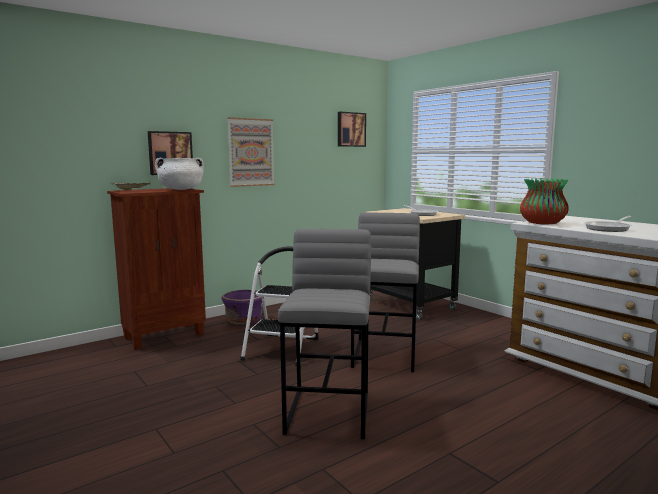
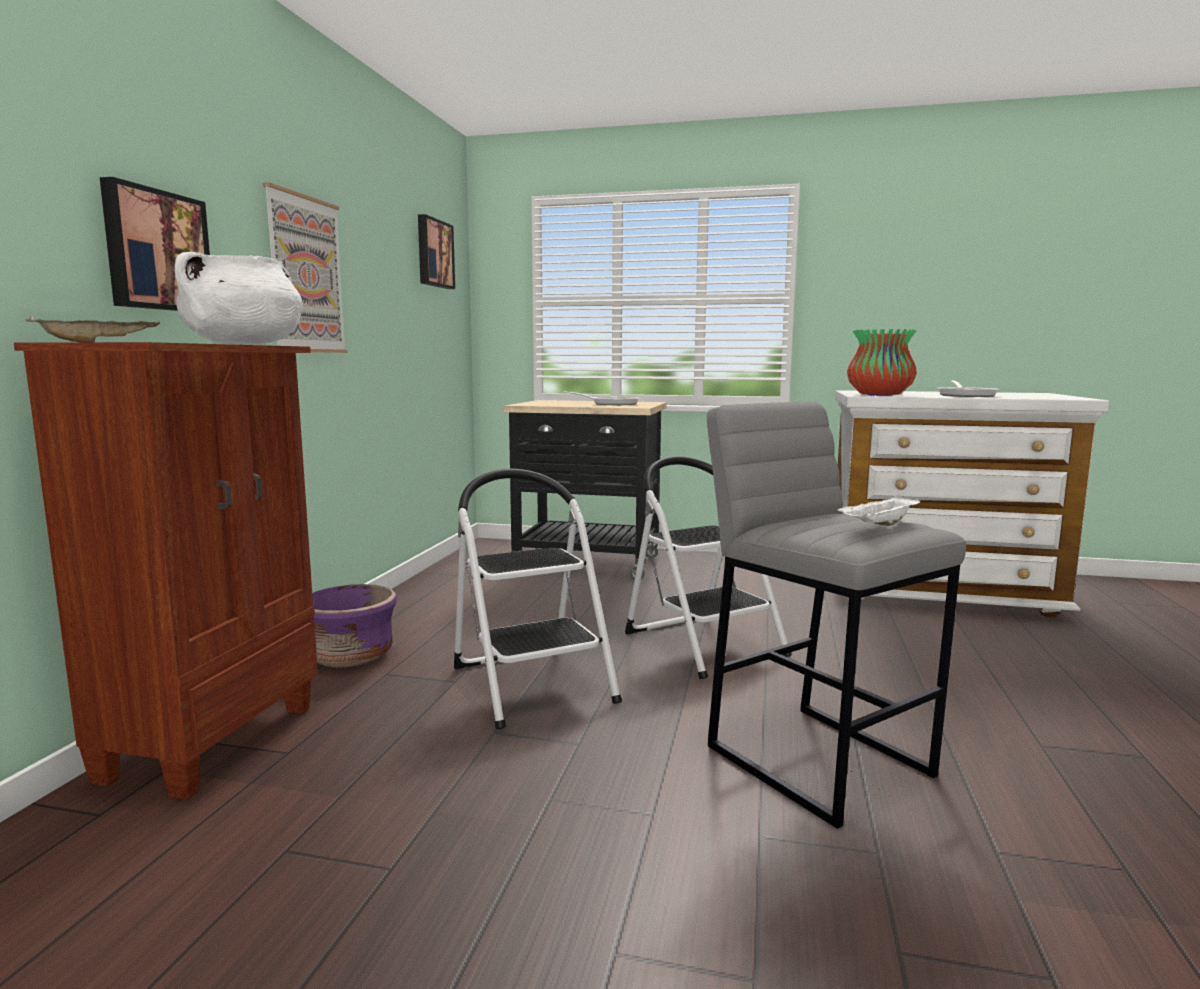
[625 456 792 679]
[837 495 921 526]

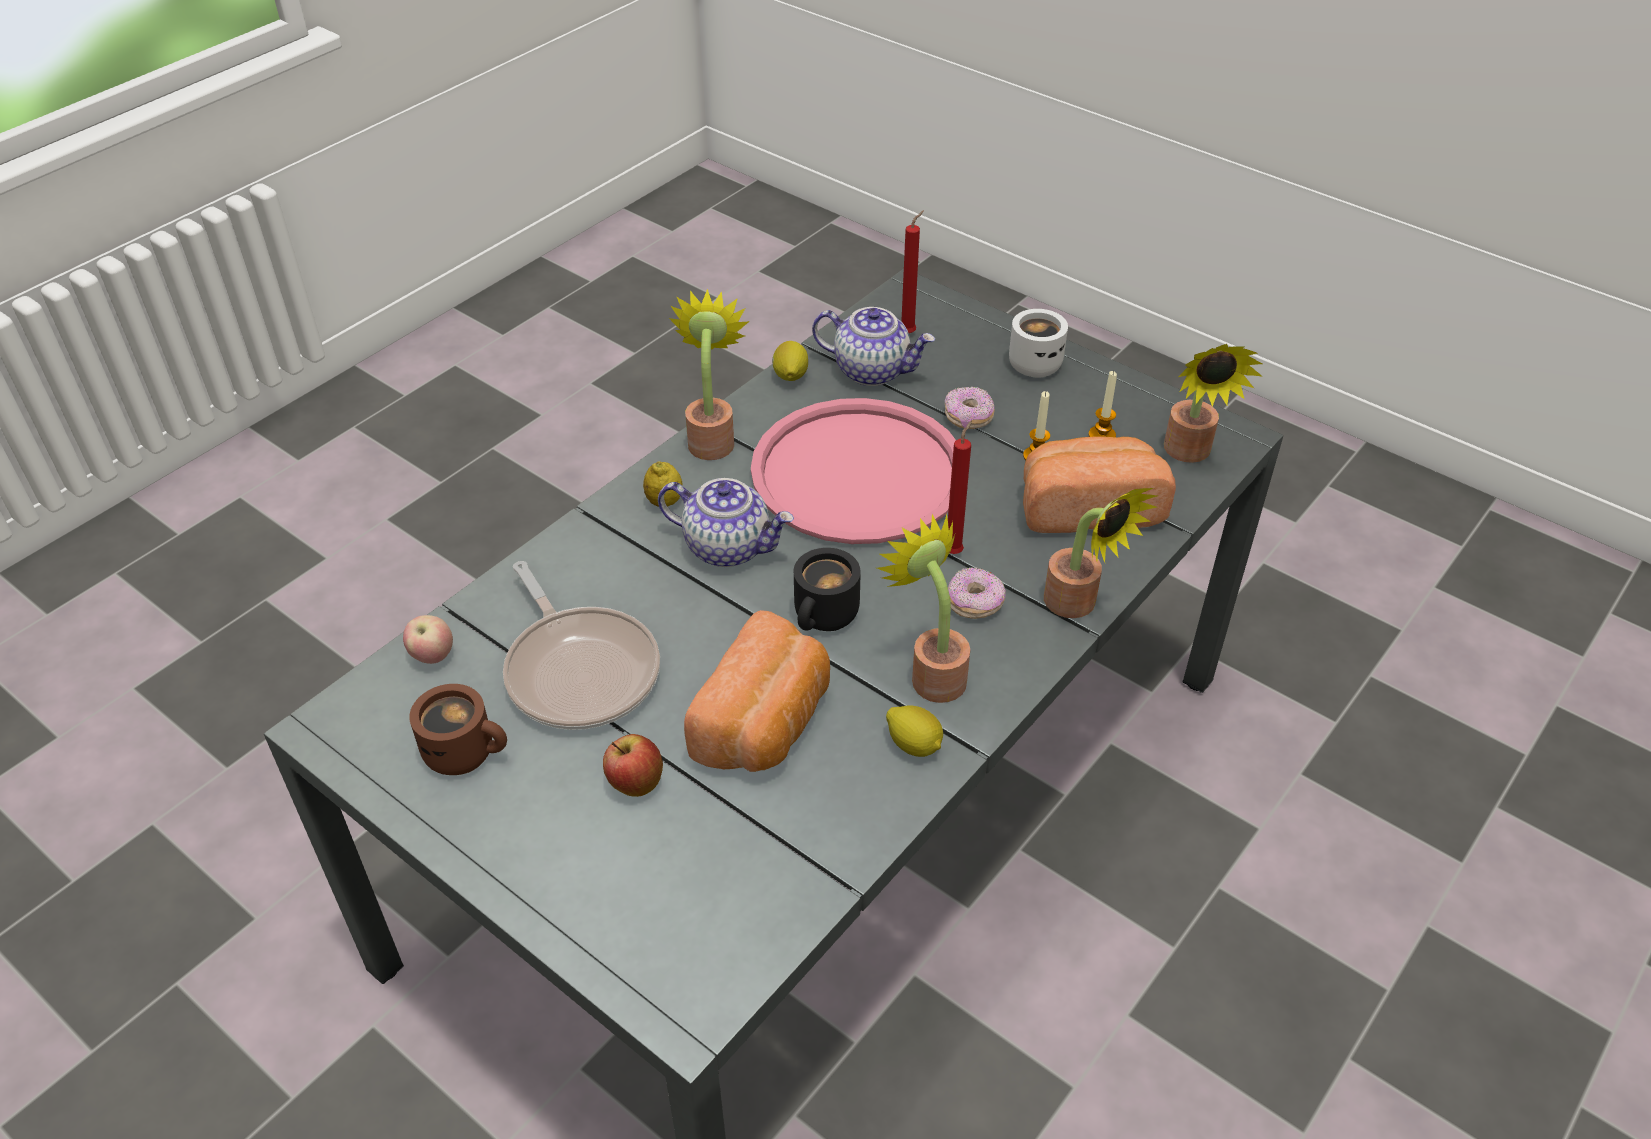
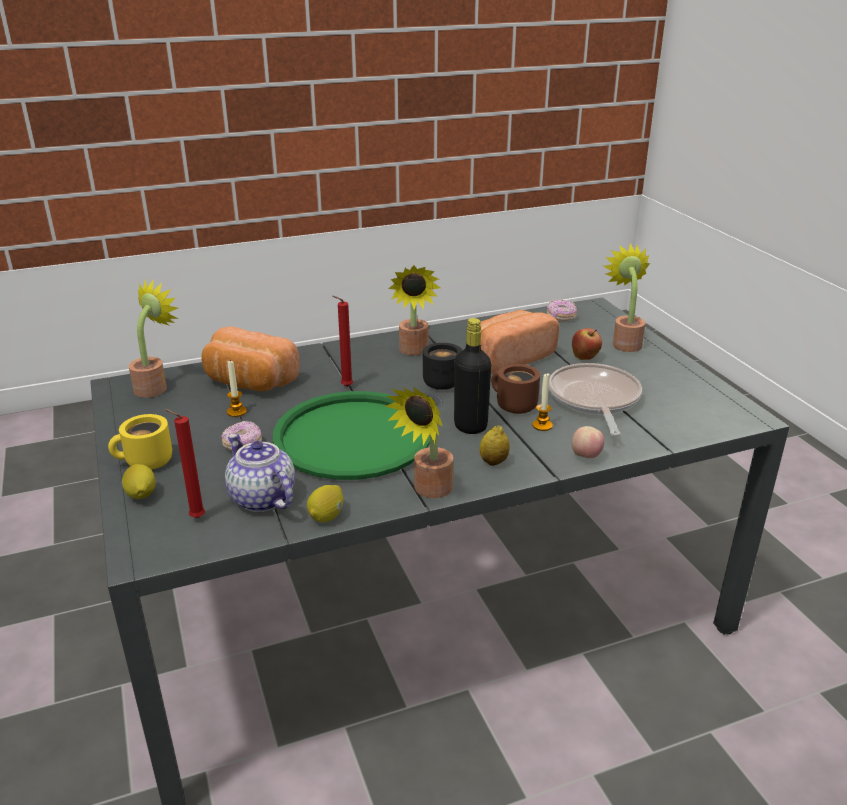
[572 426 604 458]
[491 364 540 414]
[454 318 491 434]
[273 391 430 480]
[122 464 156 499]
[547 300 577 321]
[108 414 172 470]
[604 243 650 352]
[532 373 553 431]

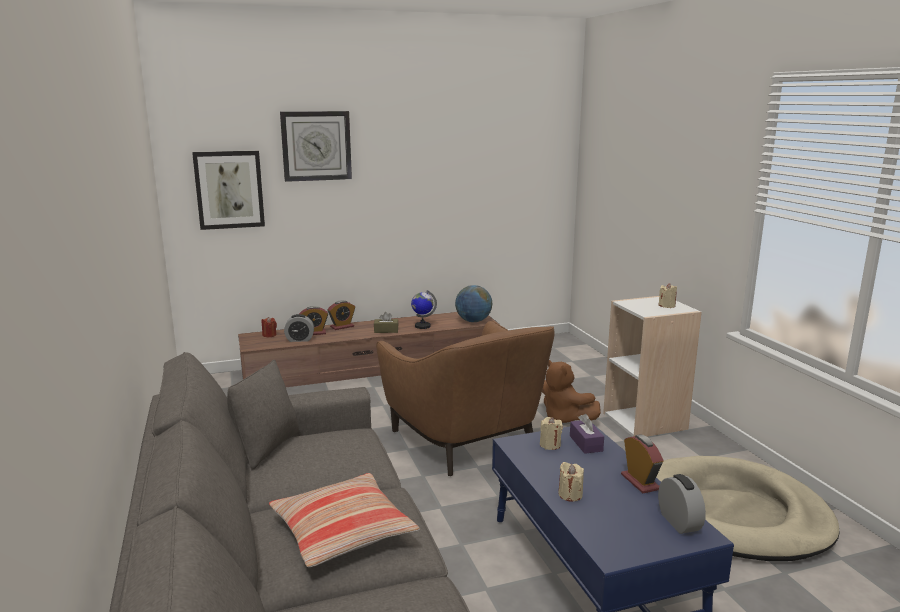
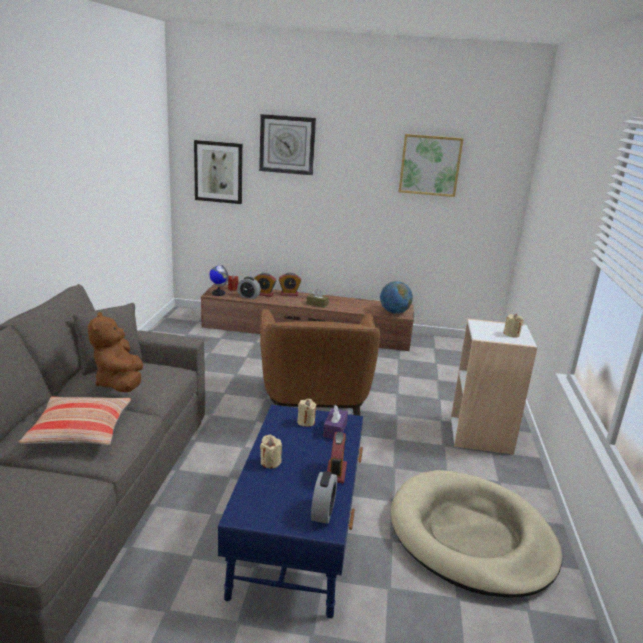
[209 265 229 296]
[88 312 143 392]
[399 134 463 197]

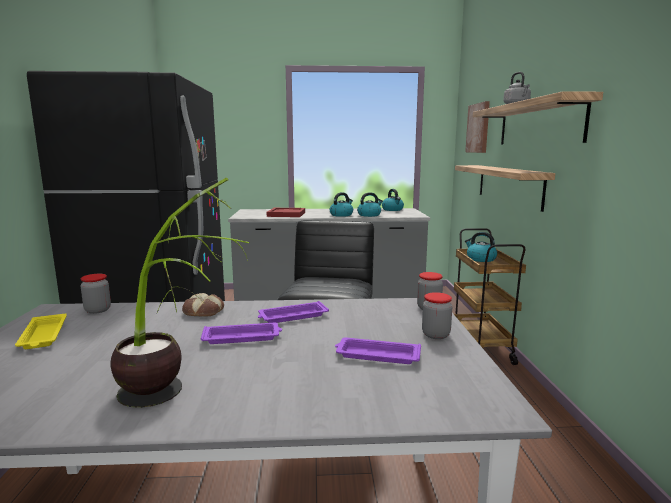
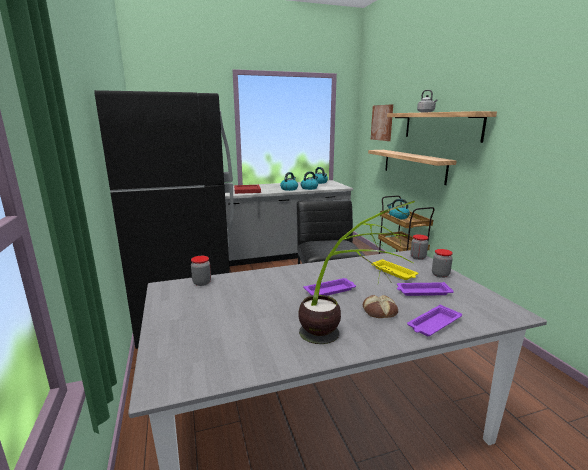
[371 259 418 280]
[363 295 398 318]
[407 305 462 336]

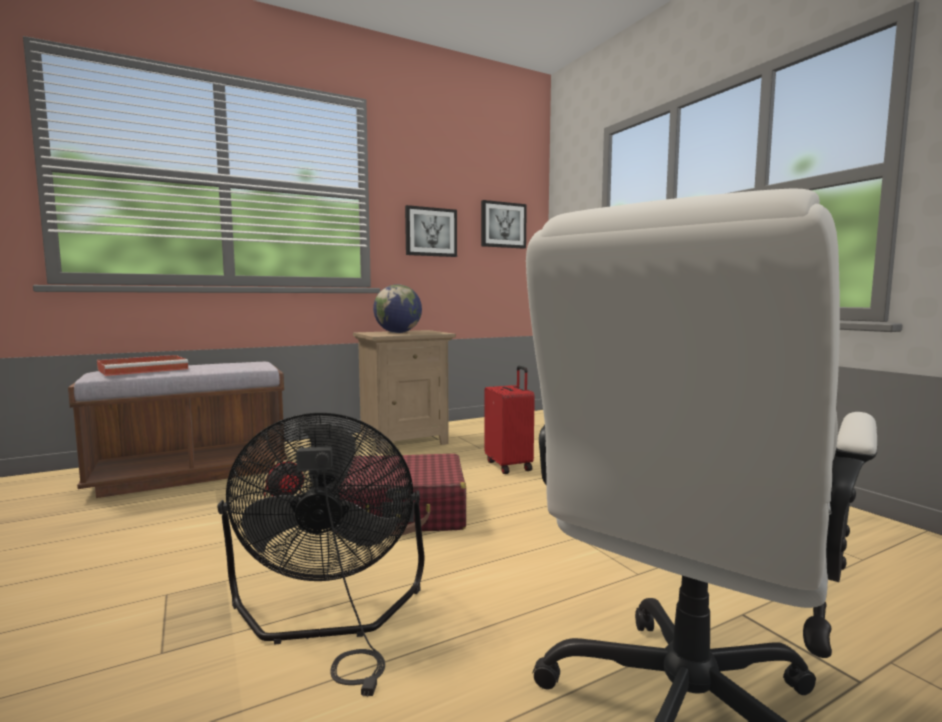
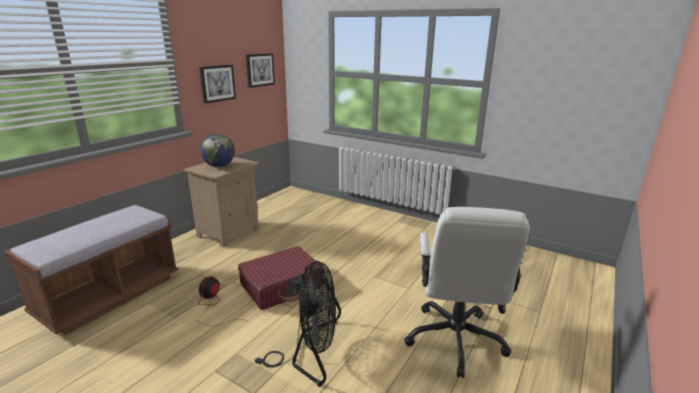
[97 355 189 376] (first image)
[255 261 341 388]
[484 366 535 474] (first image)

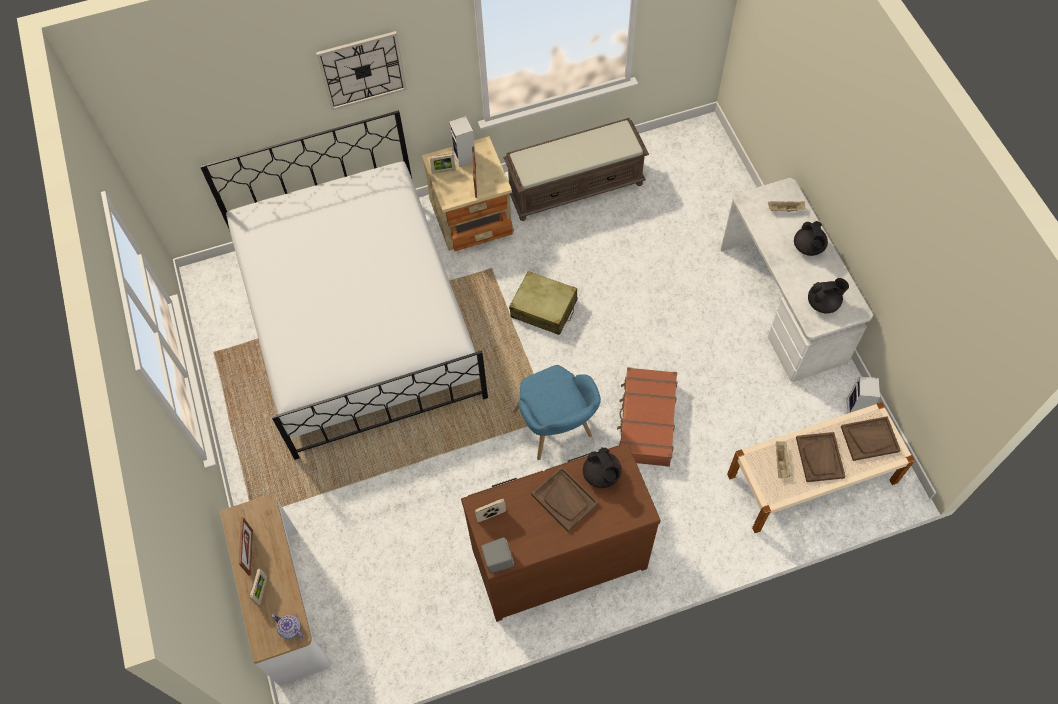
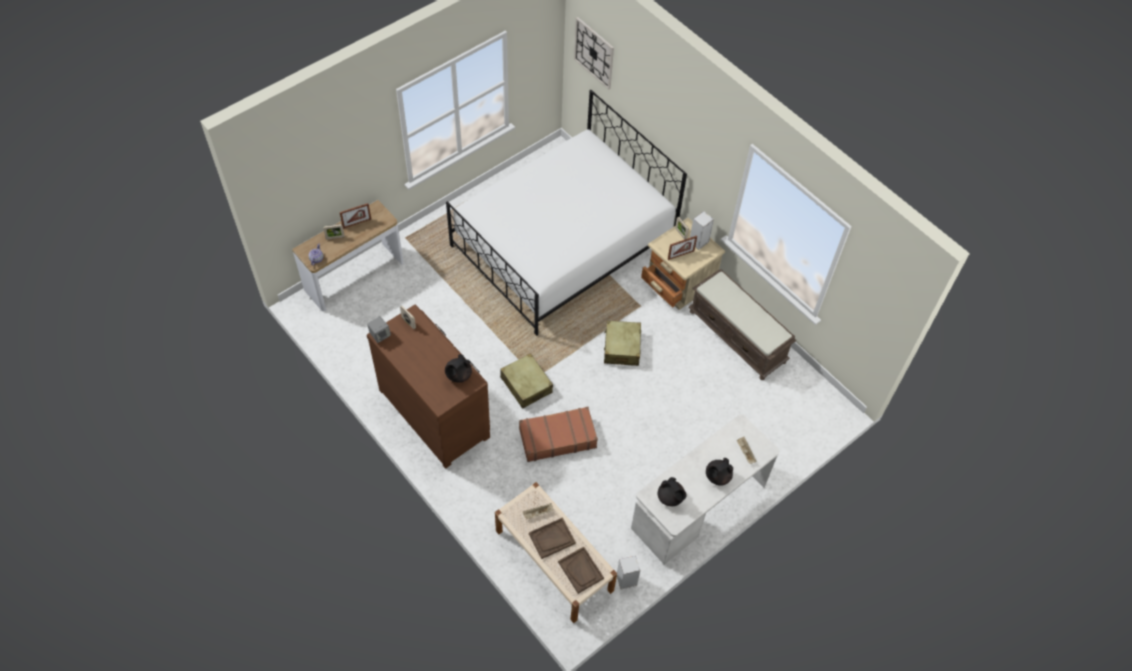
[574 17 614 90]
[500 353 553 409]
[531 466 599 532] (first image)

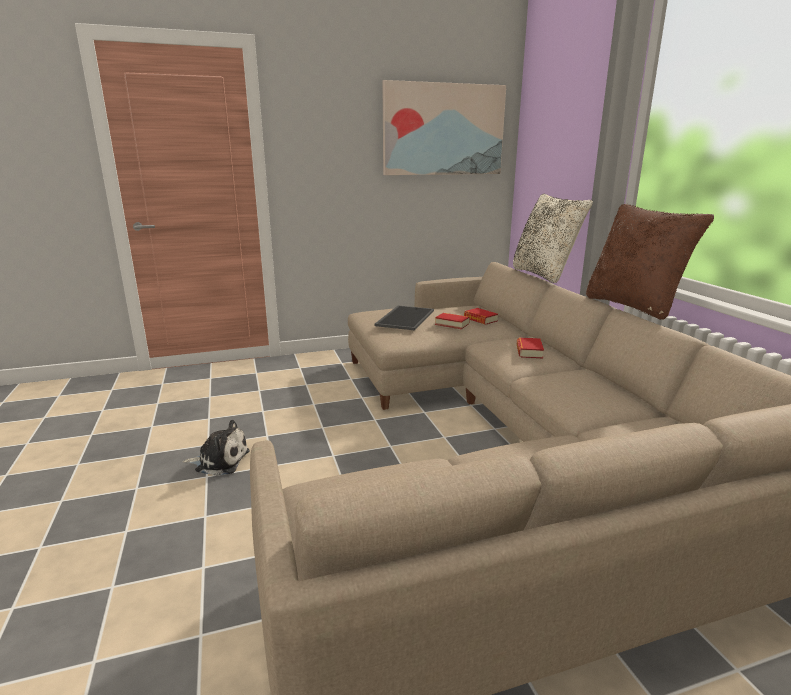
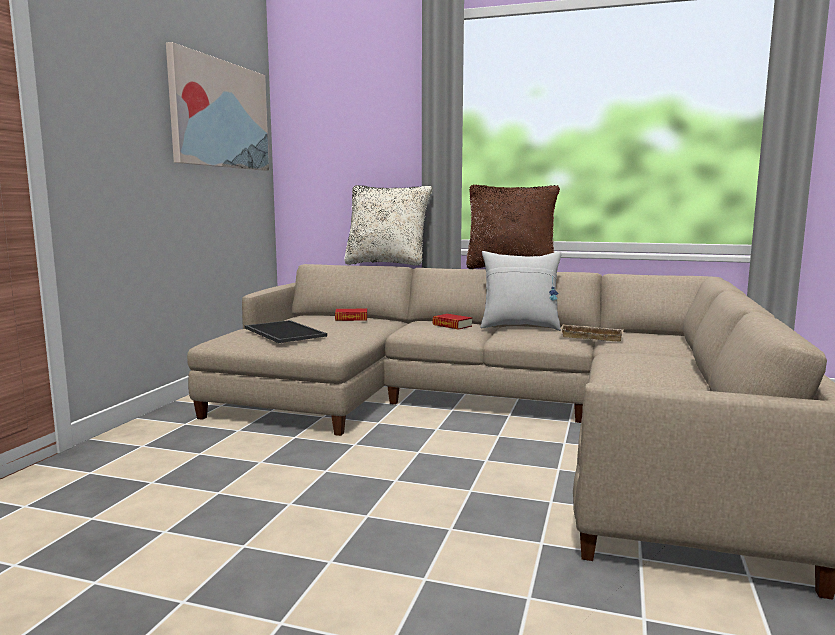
[182 420 250 476] (first image)
[435 313 470 329] (first image)
[480 251 561 331]
[560 324 624 341]

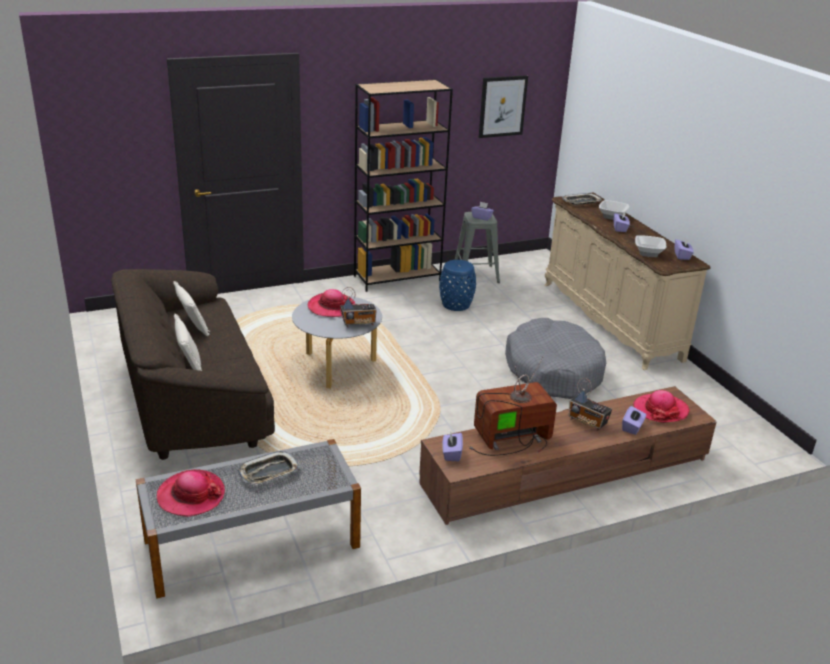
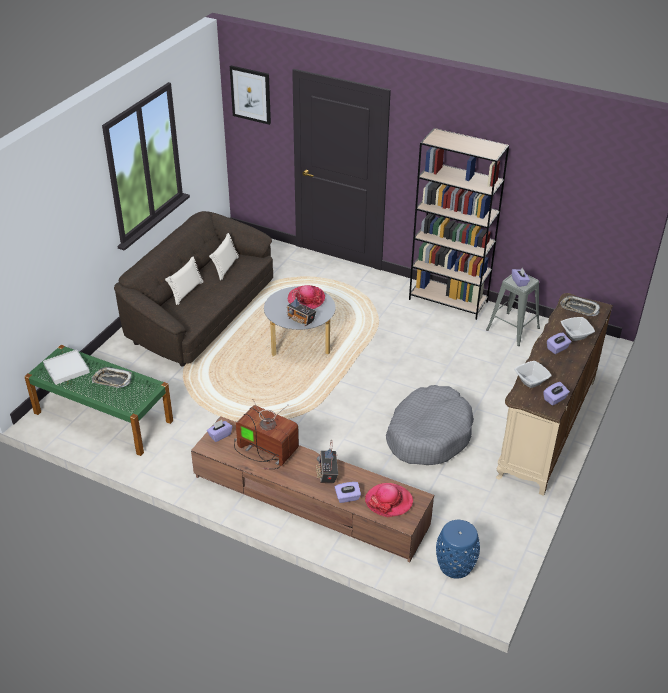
[24 345 173 456]
[43 349 90 385]
[436 520 480 579]
[230 66 271 125]

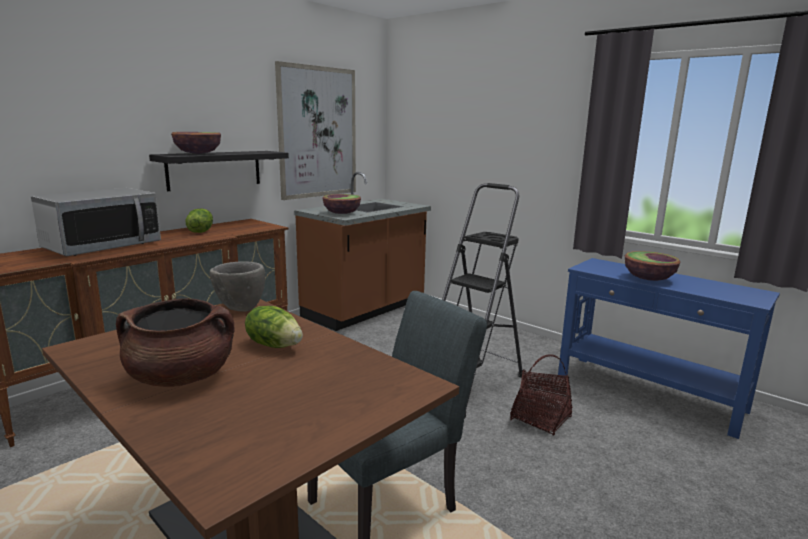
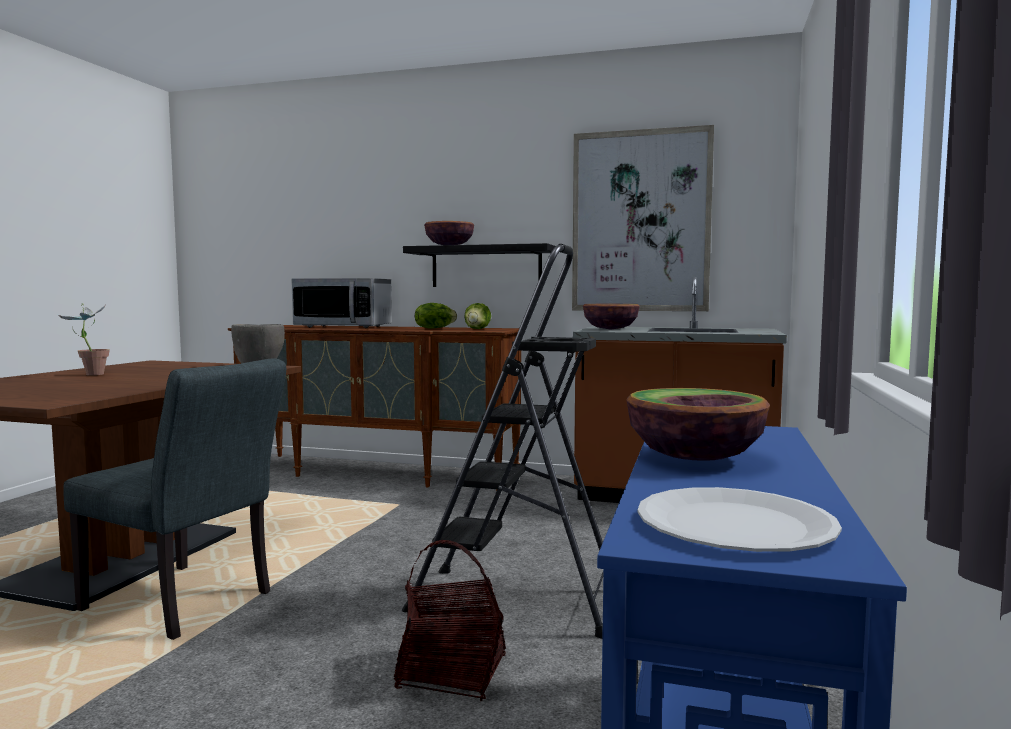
[56 305 110 375]
[465 303 491 329]
[637 487 842 552]

